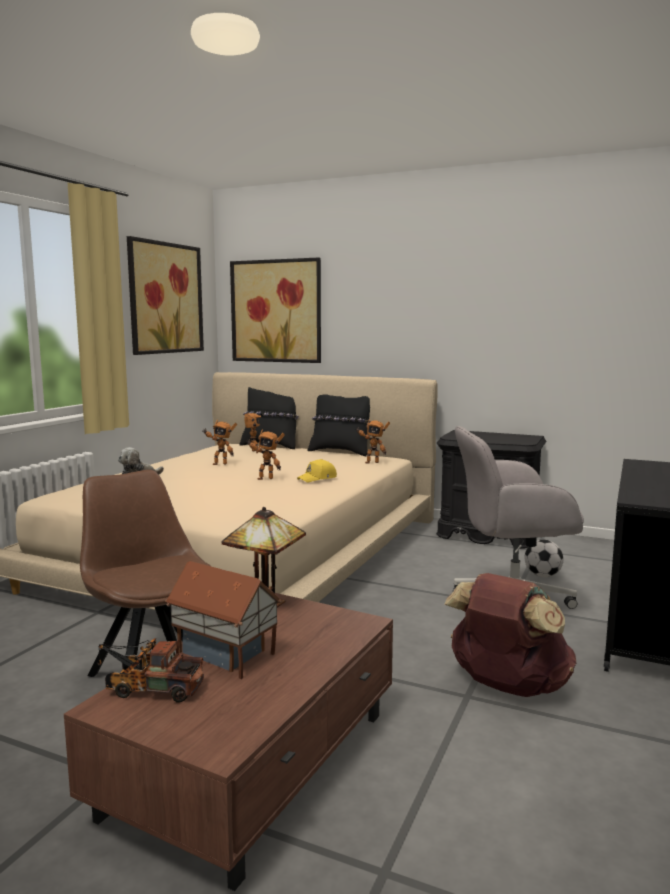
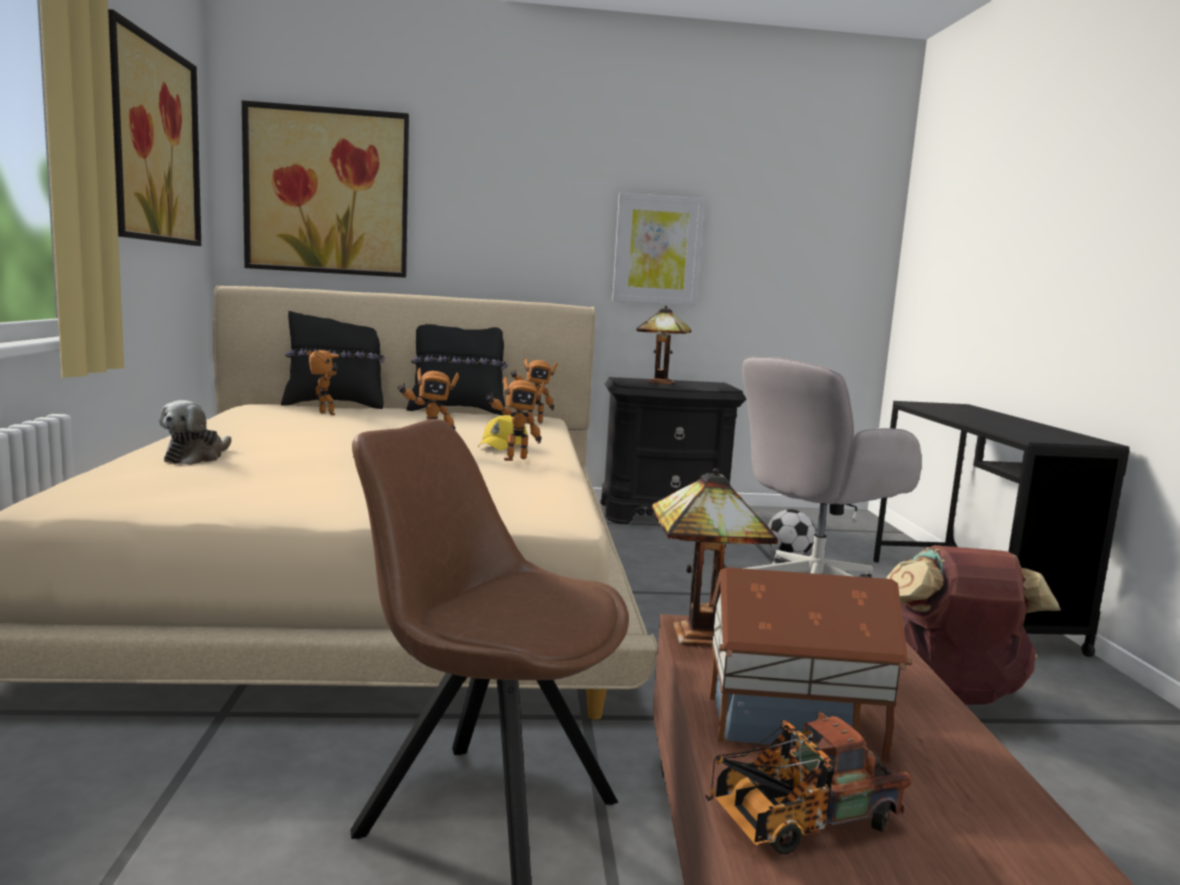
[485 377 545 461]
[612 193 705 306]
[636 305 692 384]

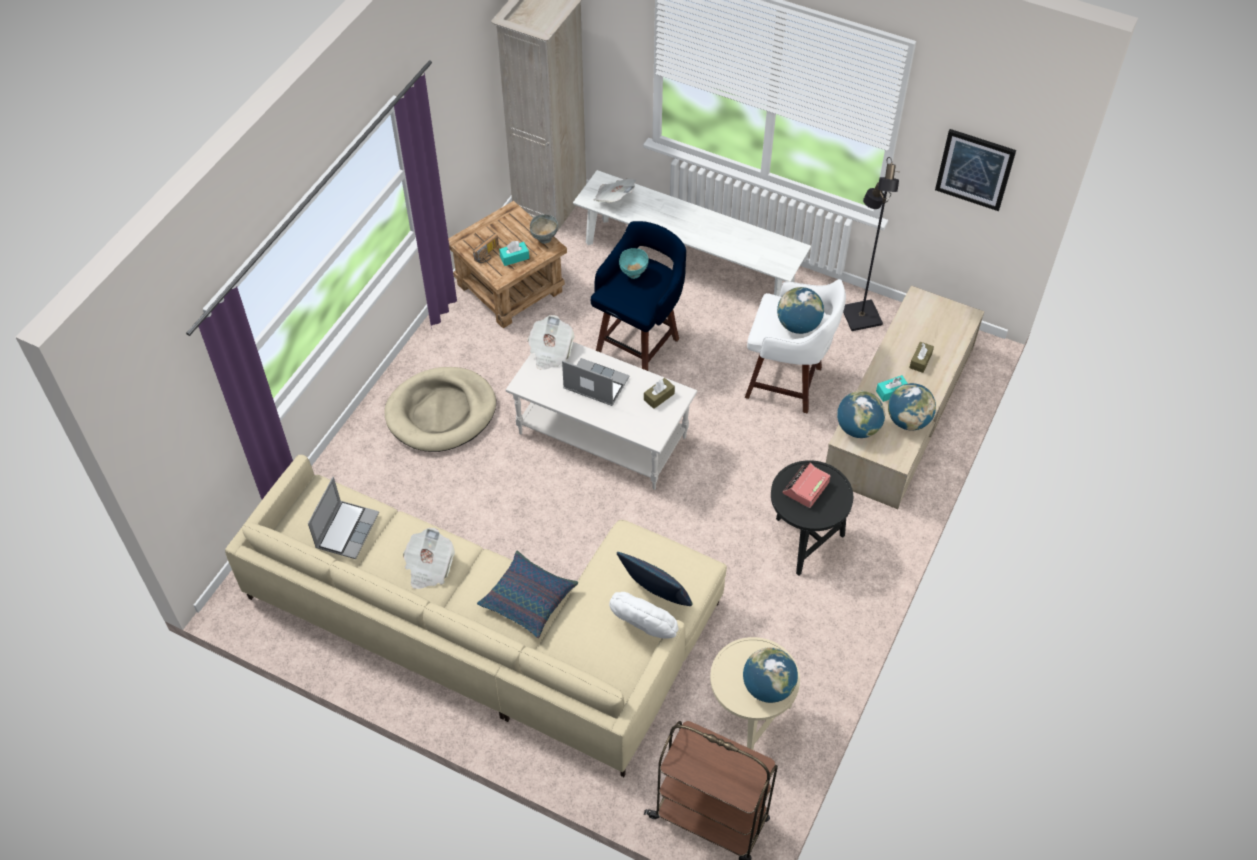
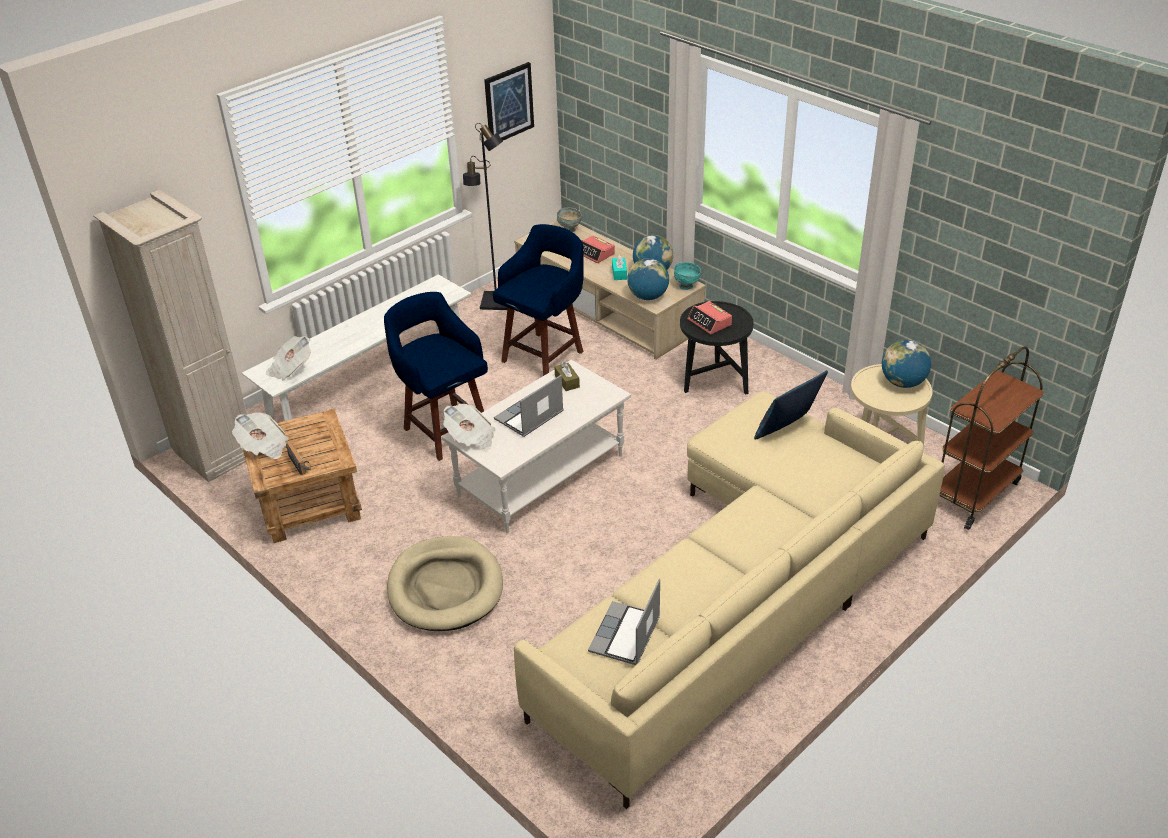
[588 579 660 665]
[232 412 289 459]
[477 551 578 638] (first image)
[499 241 529 266] (first image)
[557 208 581 232]
[609 592 678 639] (first image)
[674 262 701 290]
[493 224 584 376]
[777 287 824 334] (first image)
[581 235 615 263]

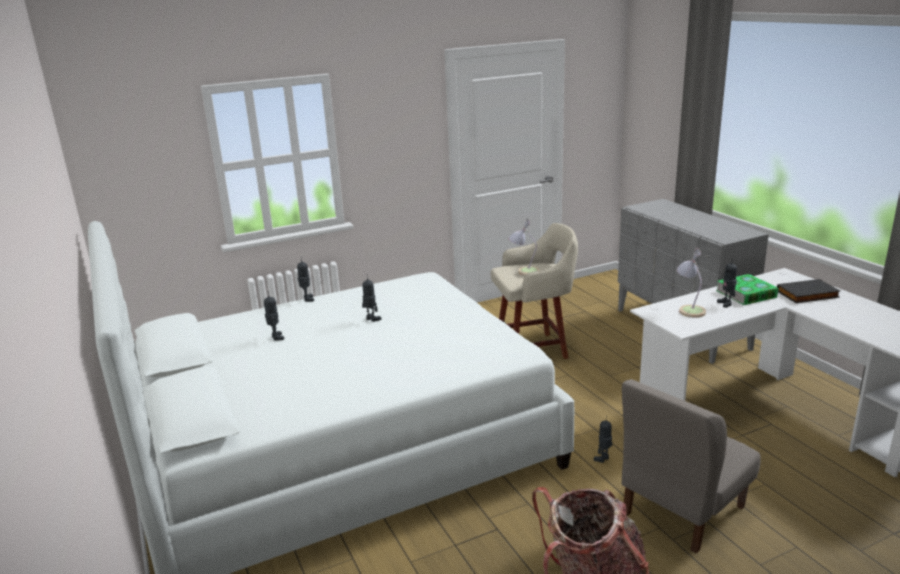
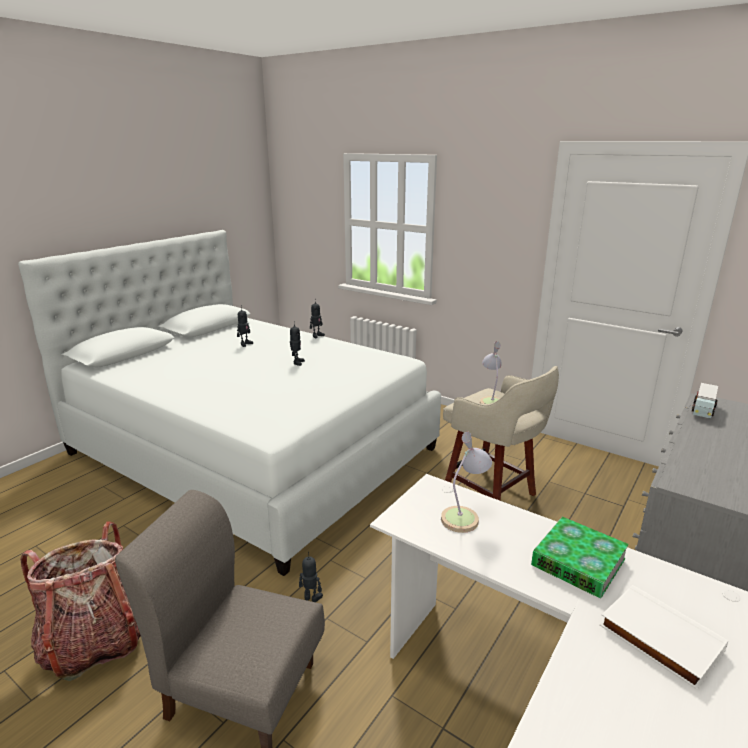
[717 262 737 308] (first image)
[599 585 728 690]
[692 383 718 419]

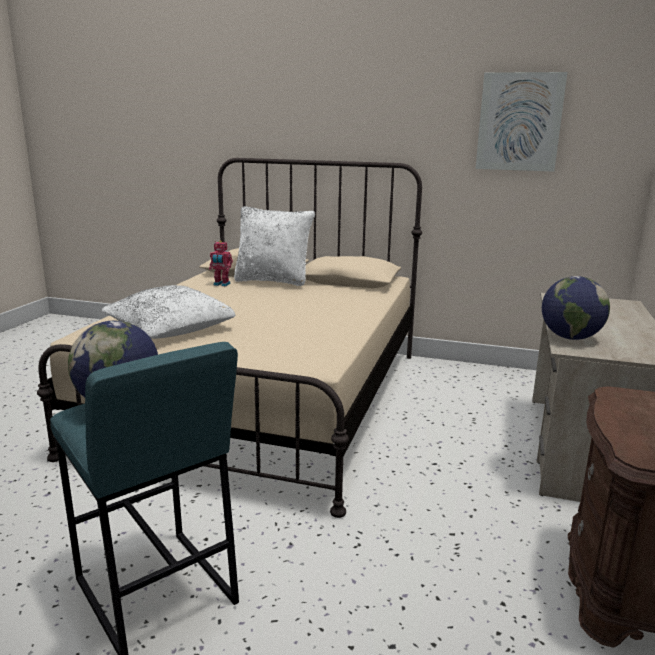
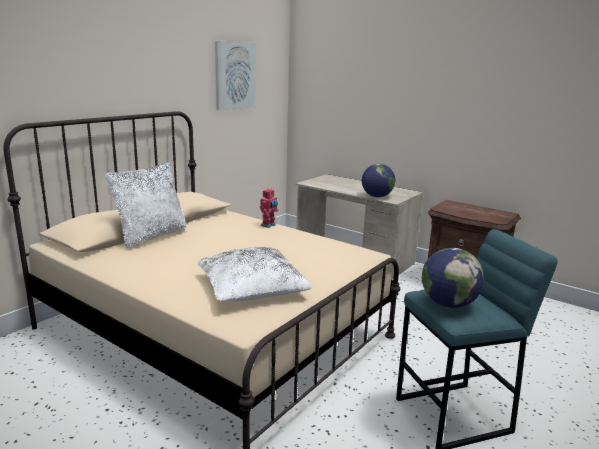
[260 188 278 228]

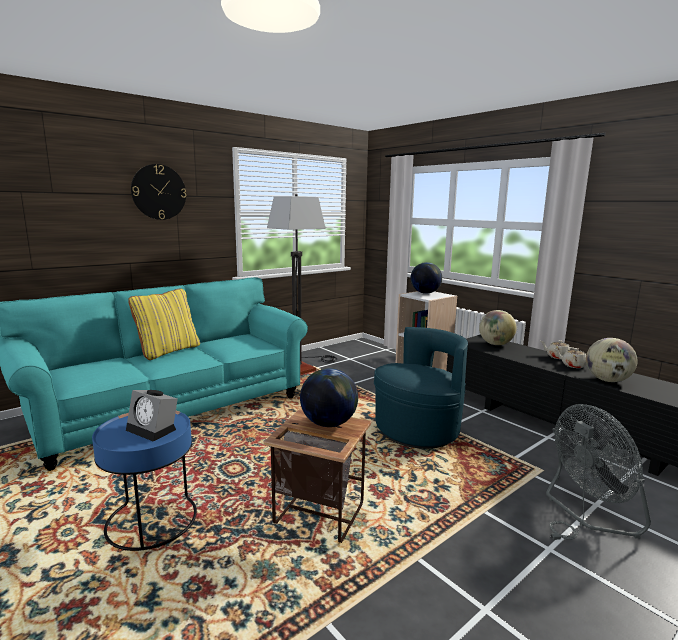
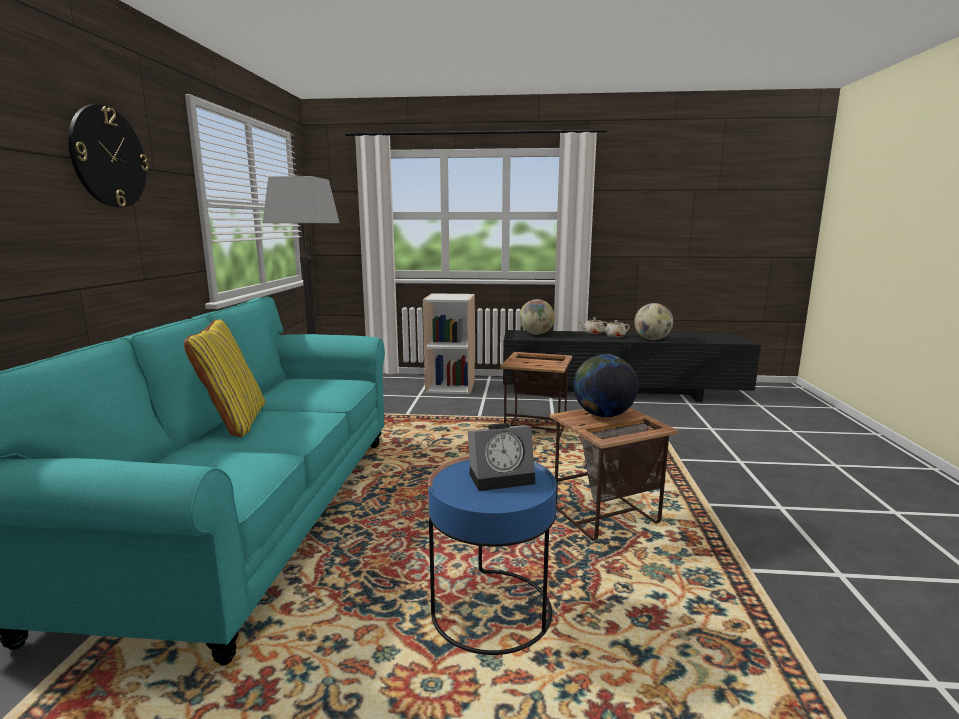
[500 352 572 439]
[411 262 442 294] (first image)
[546 404 651 540] (first image)

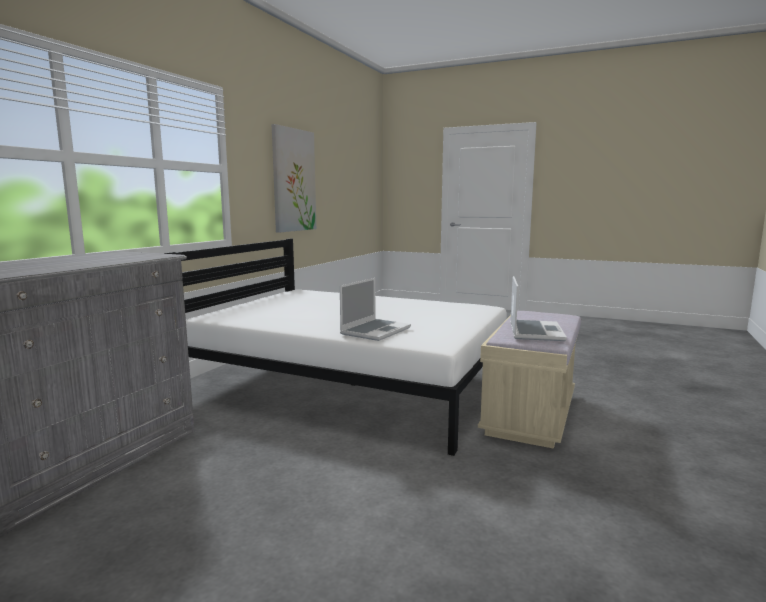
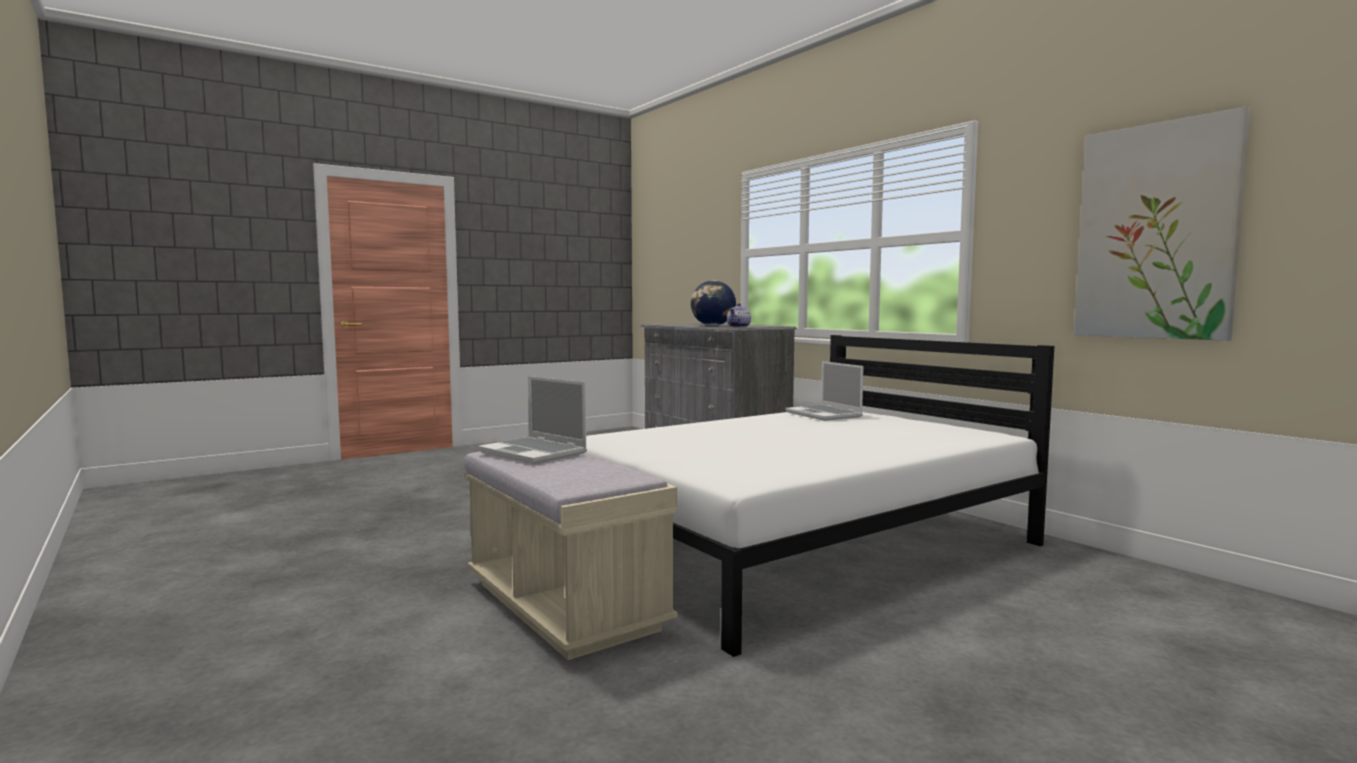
[785 361 864 421]
[691 280 736 326]
[727 303 751 327]

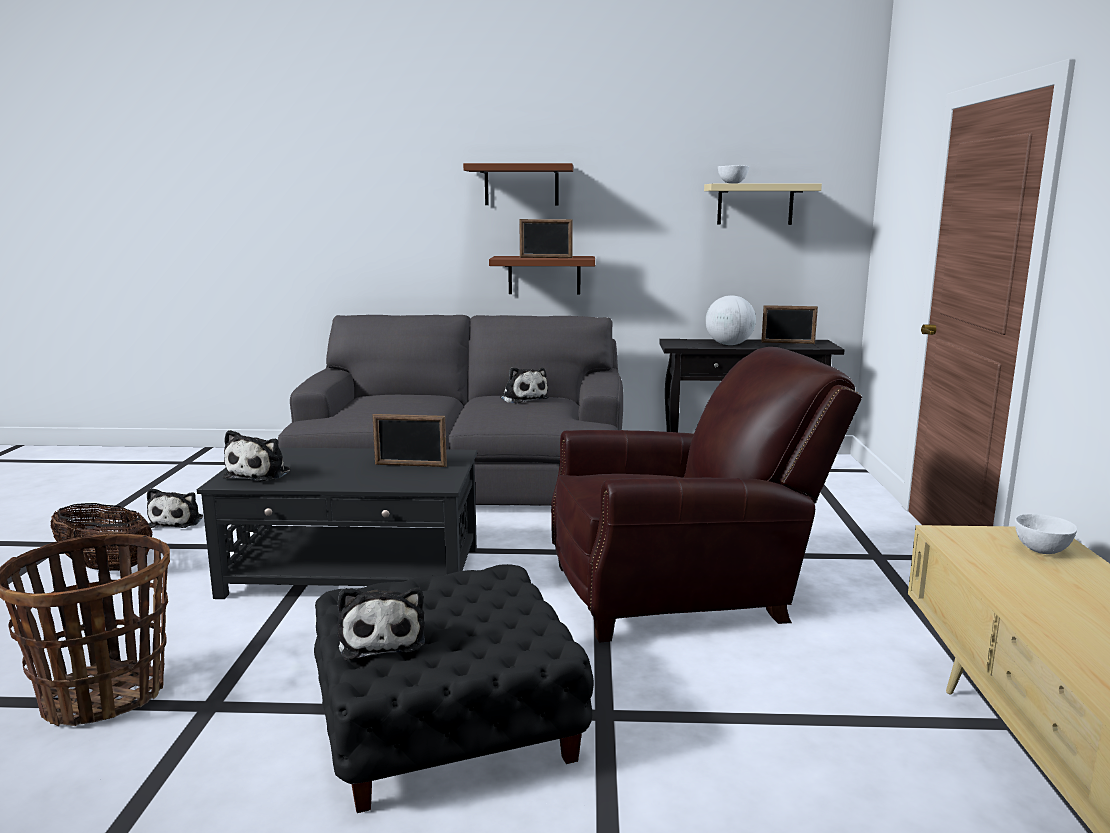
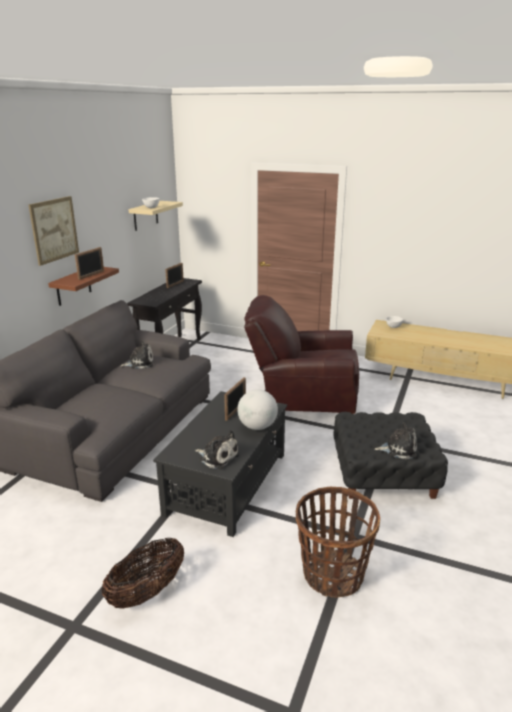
[147 488 203 528] (first image)
[29 196 79 266]
[244 295 359 414]
[237 389 278 430]

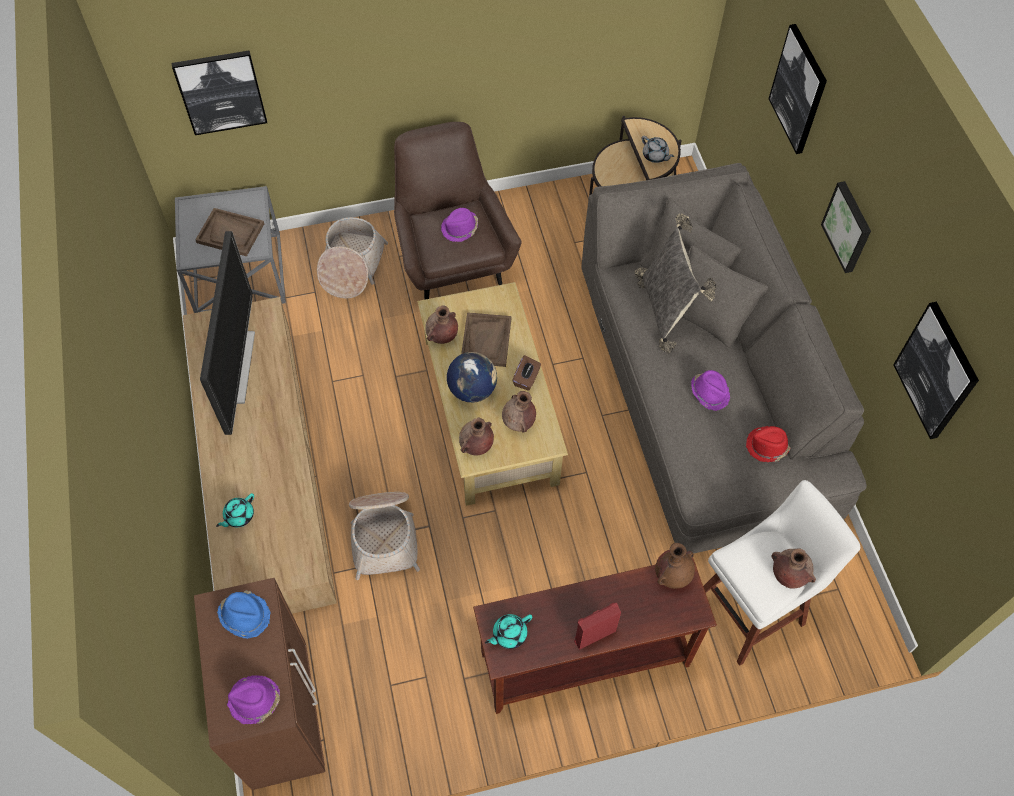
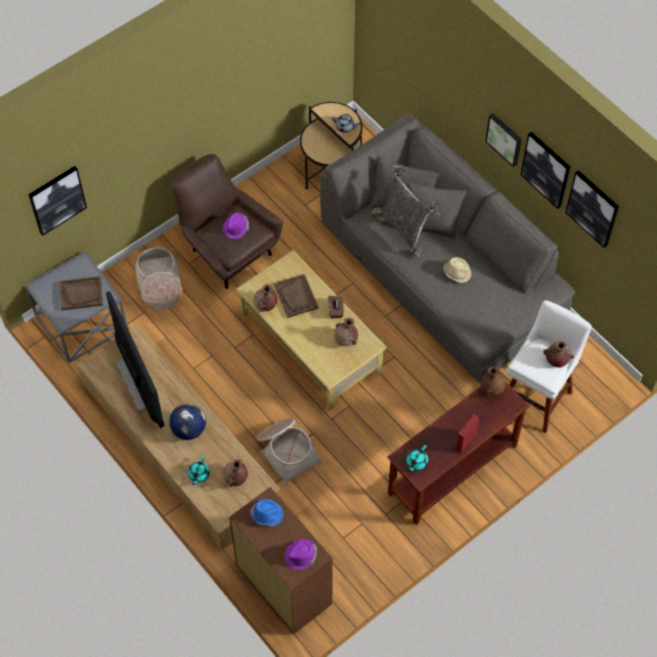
[169 403 206 440]
[223 459 248 487]
[443 257 472 283]
[746 426 791 462] (first image)
[521 132 570 209]

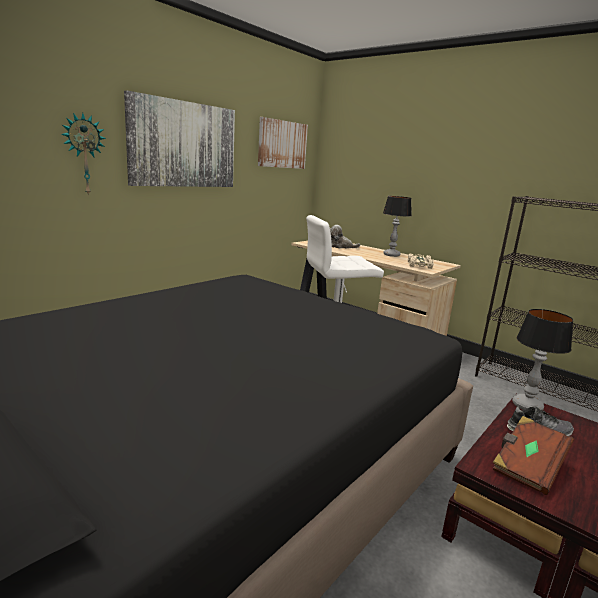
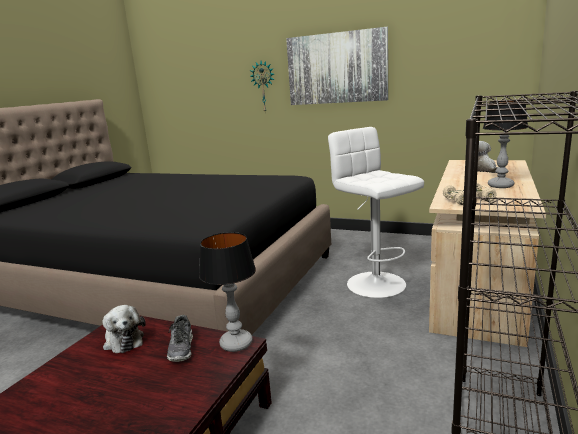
[258 117 308 169] (first image)
[102 305 146 353]

